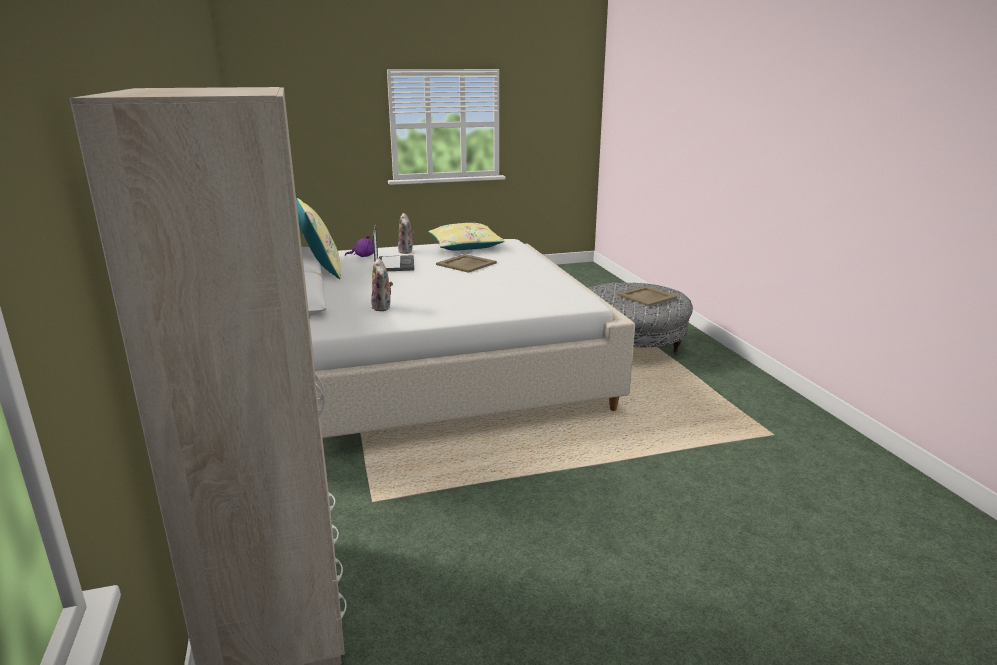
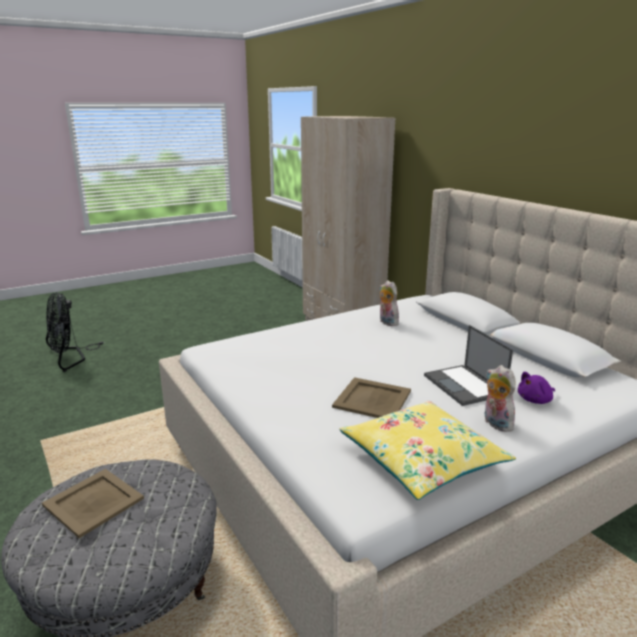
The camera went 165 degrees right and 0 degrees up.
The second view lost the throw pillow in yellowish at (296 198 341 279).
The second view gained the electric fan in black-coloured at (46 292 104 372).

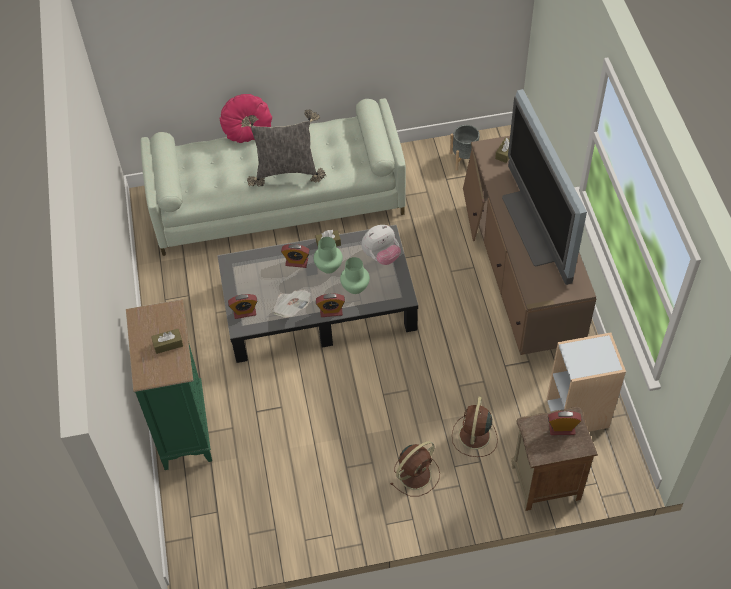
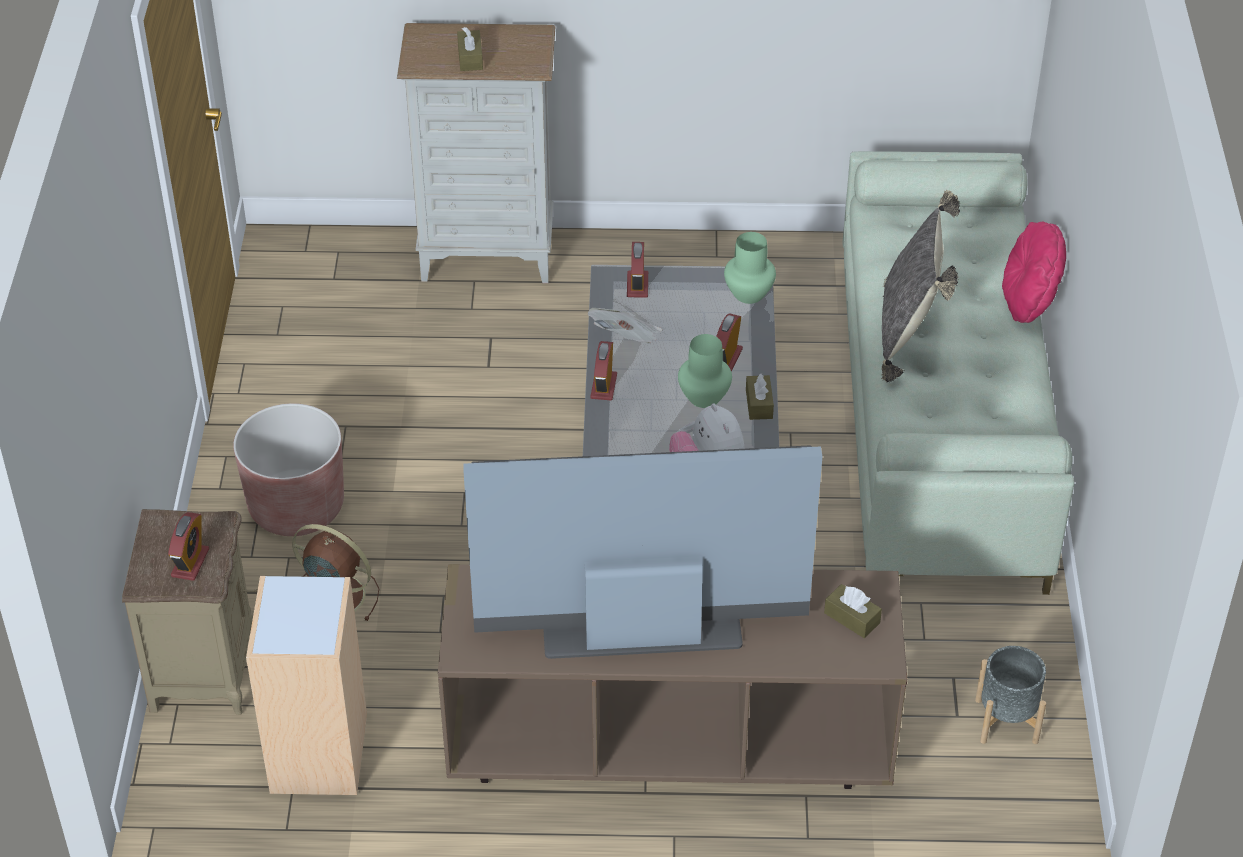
The camera went 100 degrees right and 10 degrees down.
The flower vase in green ended up elsewhere, having gone from (340 257 370 294) to (724 232 776 304).
What was the dresser in green at (126 299 212 470) turned into the dresser in white-coloured at (397 23 556 283).
Where the electric fan in brown-coloured stood at (390 441 440 496), the planter in brown-coloured came to stand at (233 403 344 536).

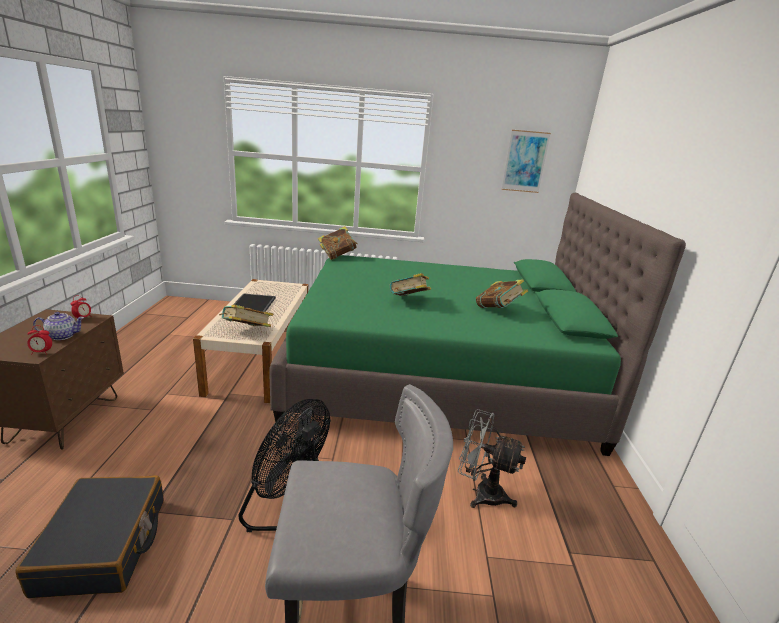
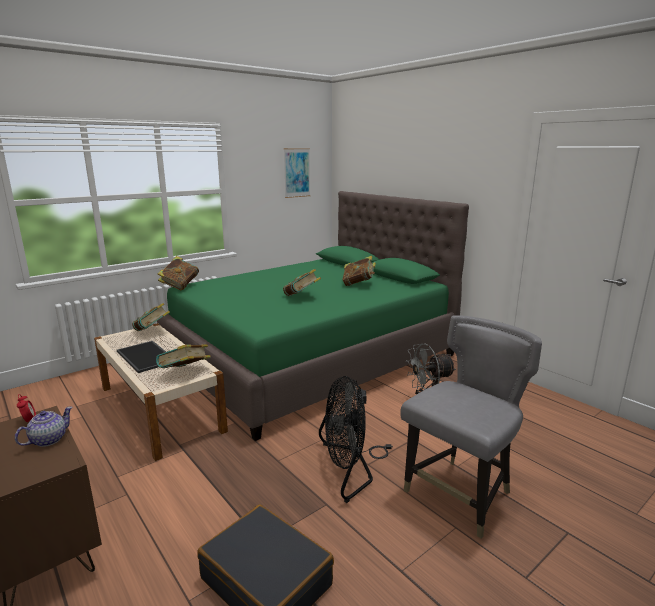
The camera went 40 degrees left and 5 degrees down.
The second view lost the alarm clock at (27 325 52 355).
The second view gained the volume at (132 303 170 331).

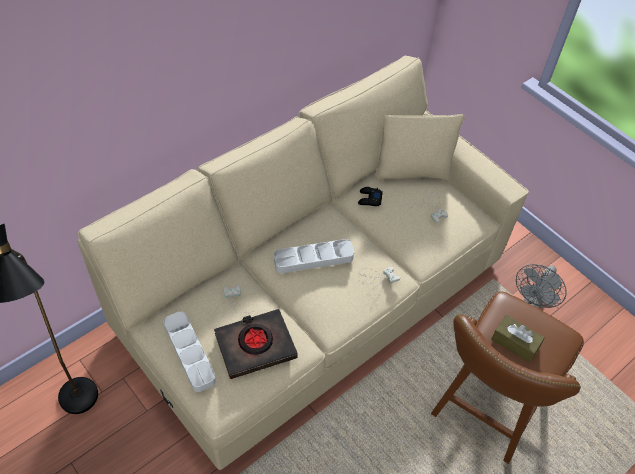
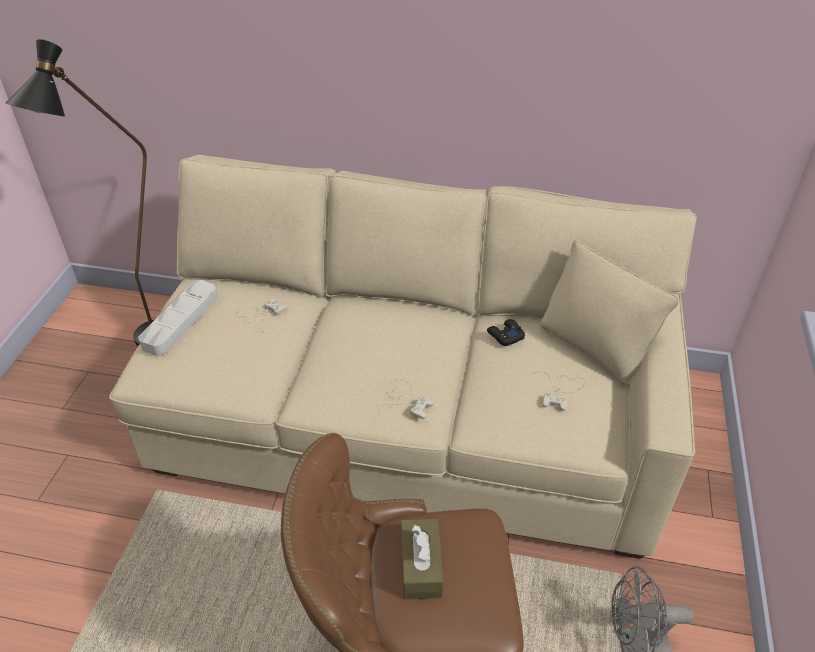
The camera went 55 degrees right and 10 degrees down.
The second view lost the carrying tray in gray at (274 239 354 273).
The second view lost the volume in black-coloured at (214 309 298 379).

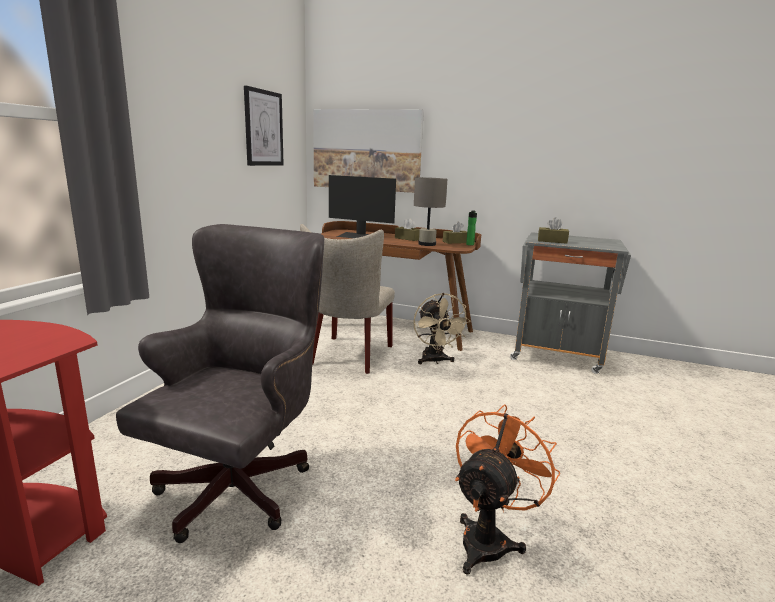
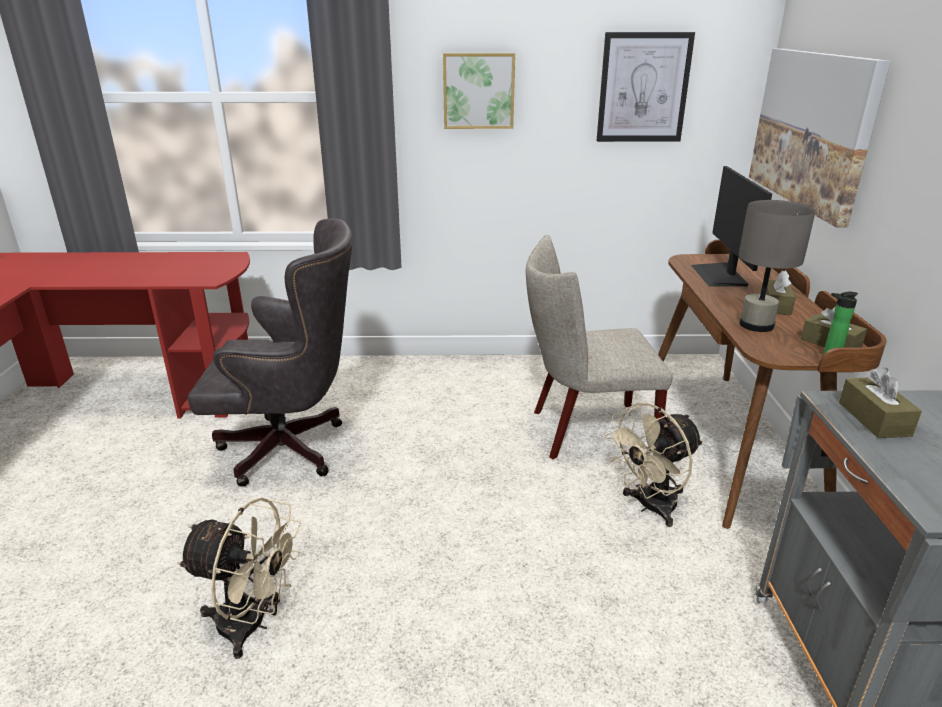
The camera went 70 degrees right and 10 degrees up.
What was the electric fan in orange at (455 404 560 575) turned into the electric fan in beige at (177 498 301 659).
The second view gained the picture at (443 53 515 129).

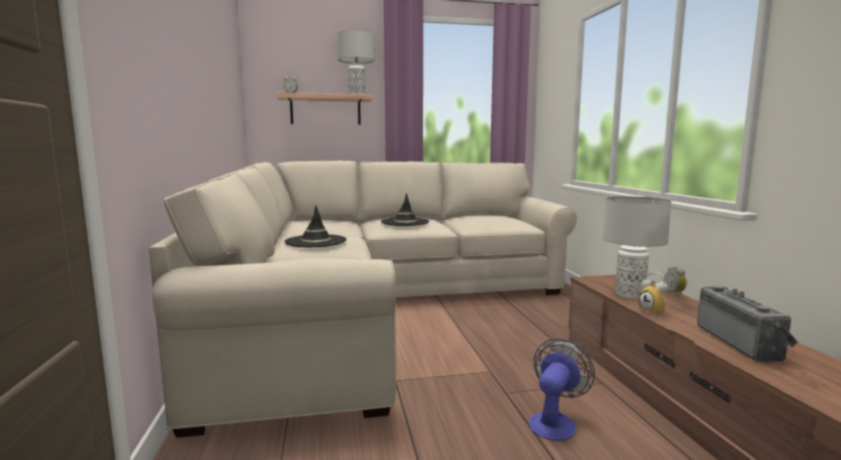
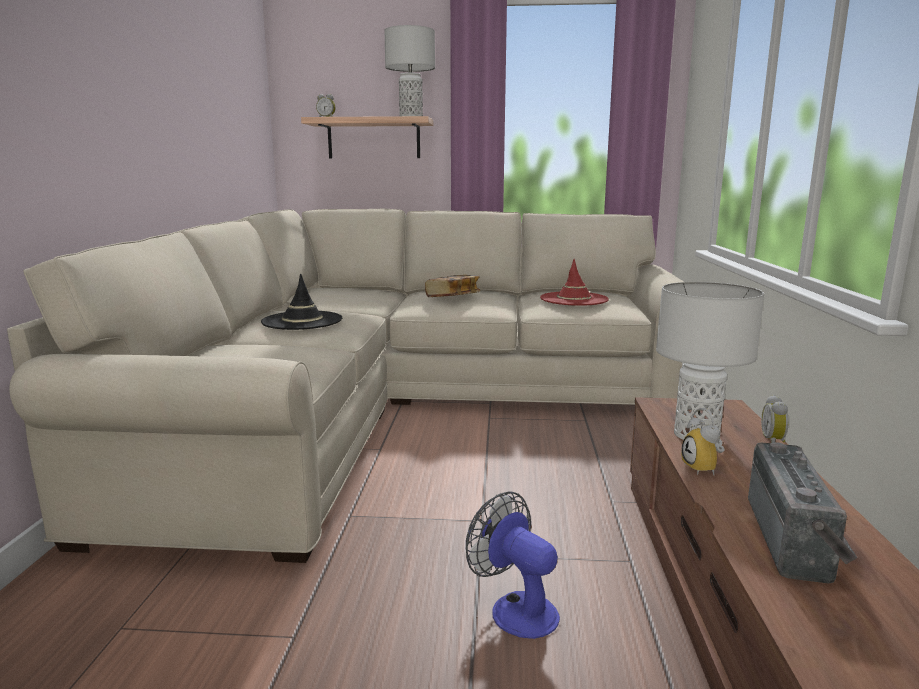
The camera went 15 degrees right and 5 degrees up.
Where the clothing hat in black-coloured stood at (381 193 429 226), the volume came to stand at (425 275 480 297).
The electric fan at (529 339 595 441) ended up facing another way, 90 degrees counterclockwise from before.
The second view gained the clothing hat in reddish at (540 259 609 306).

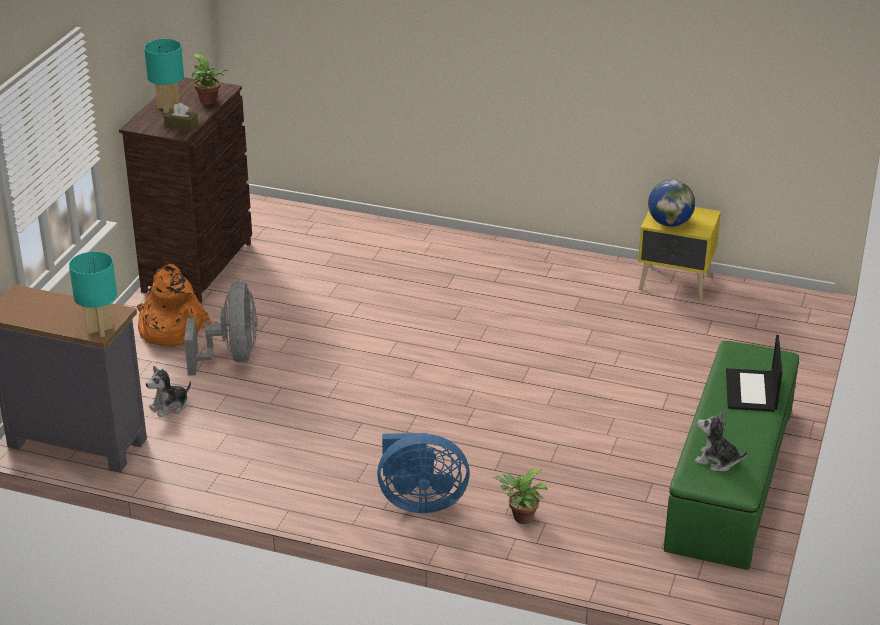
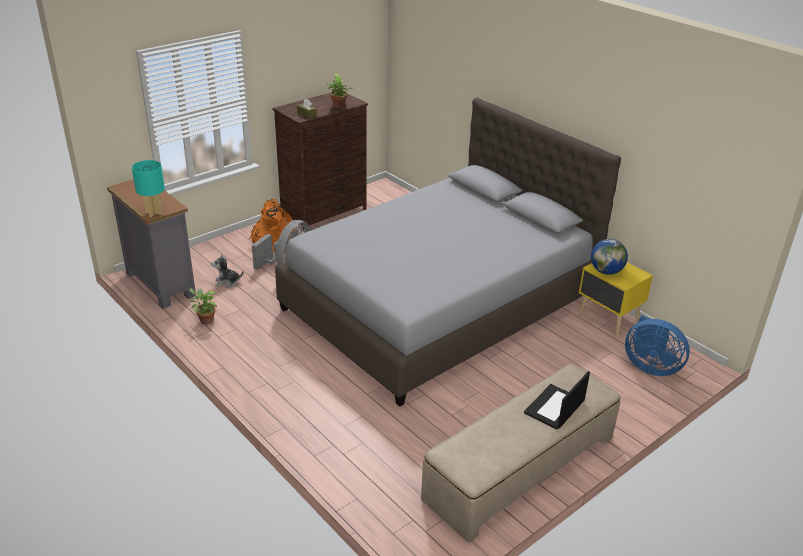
The camera went 30 degrees right and 0 degrees up.
The second view lost the table lamp in turquoise at (144 39 184 113).
What was the long seat in green at (664 341 799 570) turned into the long seat in beige at (421 364 620 542).
The second view lost the cuddly toy at (695 411 748 472).
The electric fan in blue-coloured ended up elsewhere, having gone from (377 433 470 513) to (625 316 690 376).
The potted plant ended up elsewhere, having gone from (493 469 548 524) to (189 288 217 325).
The second view gained the bedroom bed in gray at (275 98 621 406).

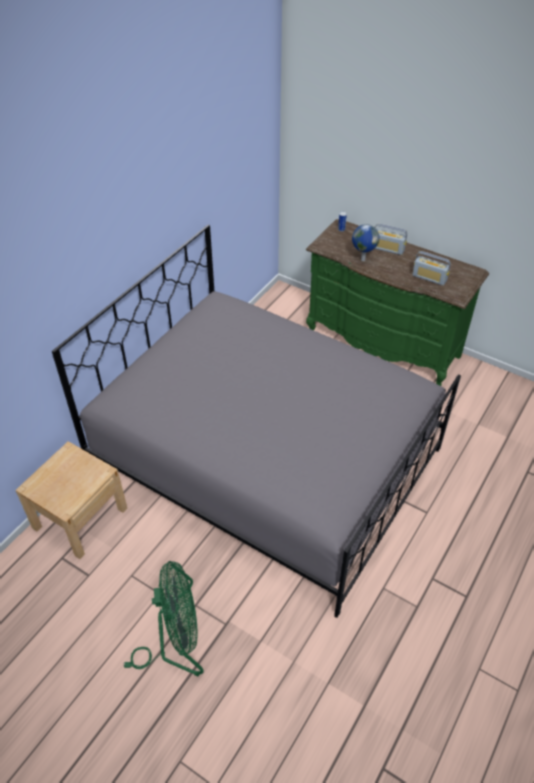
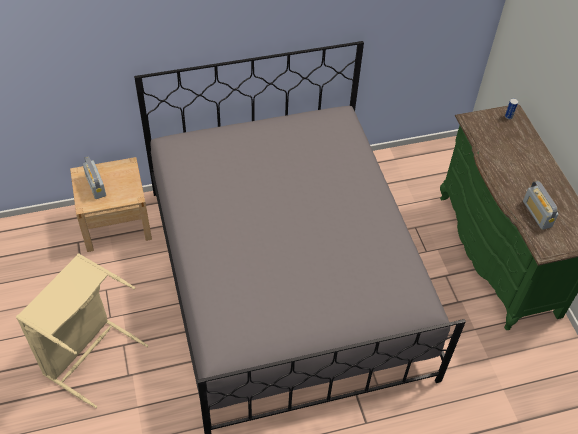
The camera went 40 degrees right and 5 degrees up.
The second view lost the globe at (352 224 380 261).
The radio ended up elsewhere, having gone from (375 224 407 255) to (83 156 106 199).
Where the electric fan in green stood at (122 561 204 676), the washing basket in beige came to stand at (16 253 148 408).

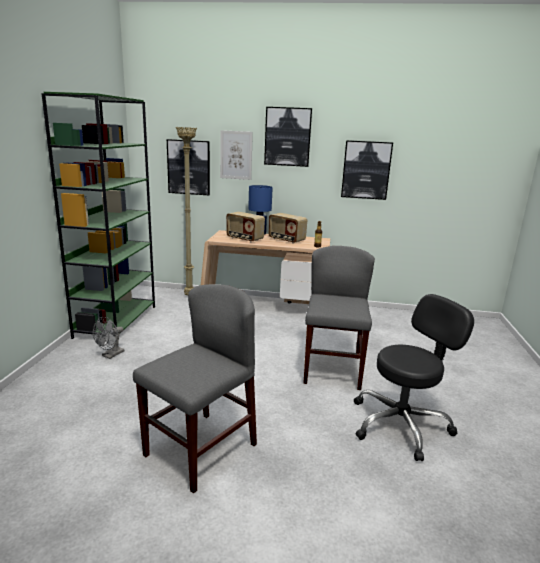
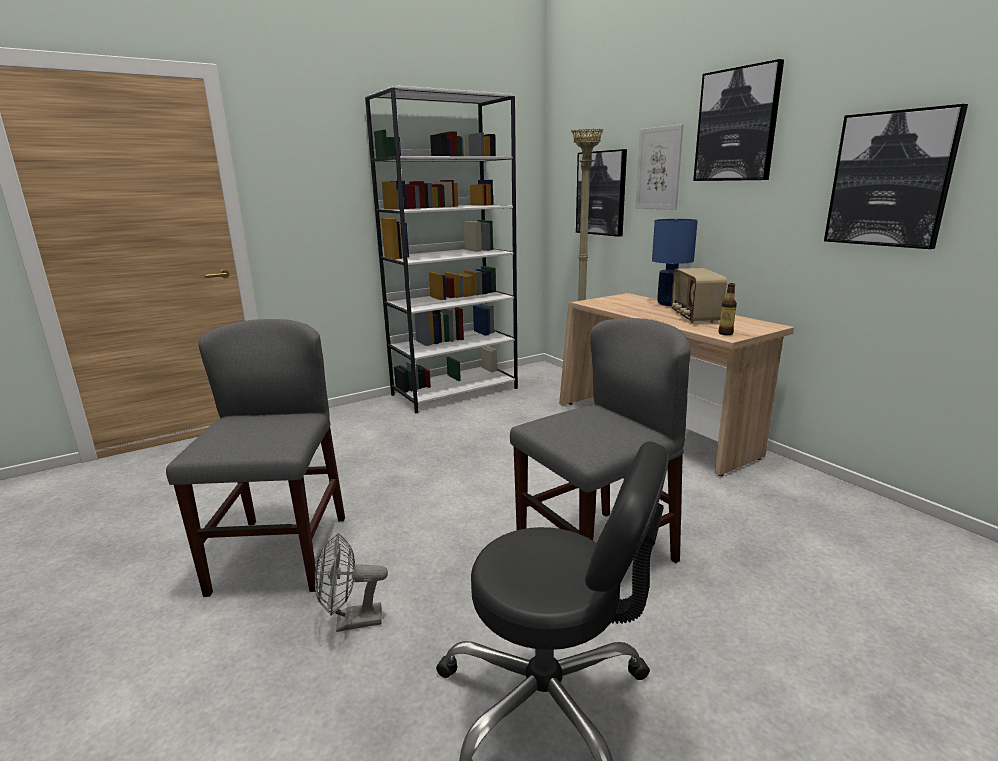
The camera went 50 degrees right and 0 degrees up.
What was the bookshelf in green at (41 92 155 339) turned into the bookshelf in white-coloured at (365 85 518 413).
The second view lost the radio at (226 212 265 242).
The chair in gray at (133 284 257 493) ended up facing another way, 90 degrees counterclockwise from before.
The electric fan in gray ended up elsewhere, having gone from (93 317 124 359) to (315 533 388 632).

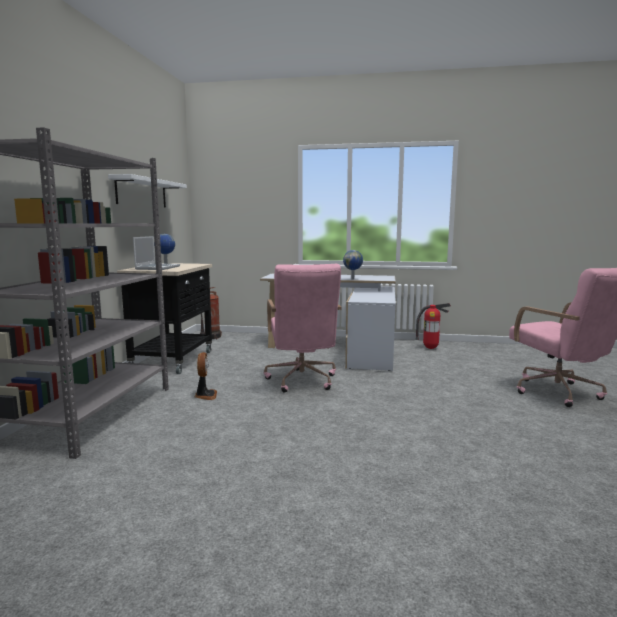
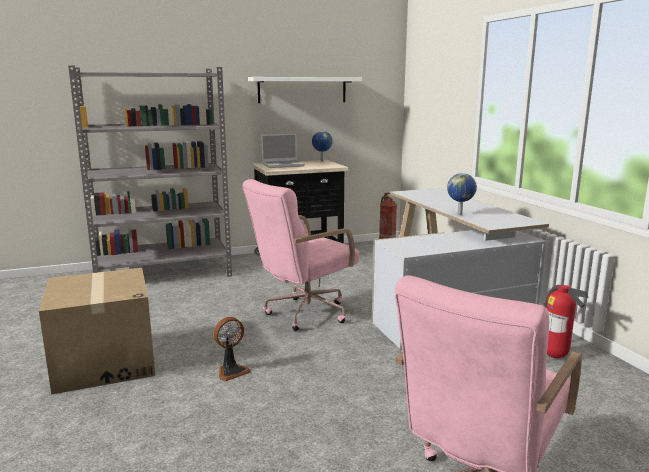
The camera went 60 degrees right and 5 degrees up.
The electric fan ended up elsewhere, having gone from (195 352 217 400) to (213 317 251 381).
The second view gained the cardboard box at (39 268 155 395).

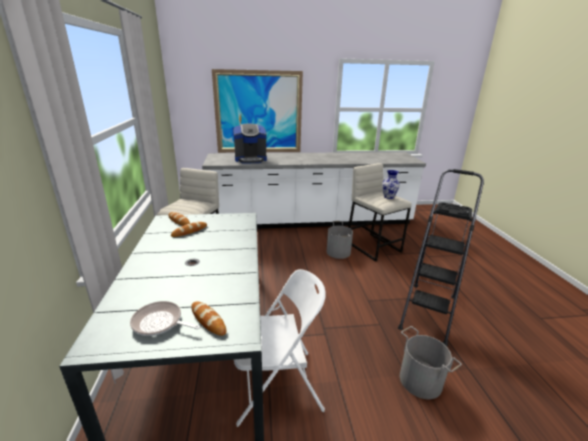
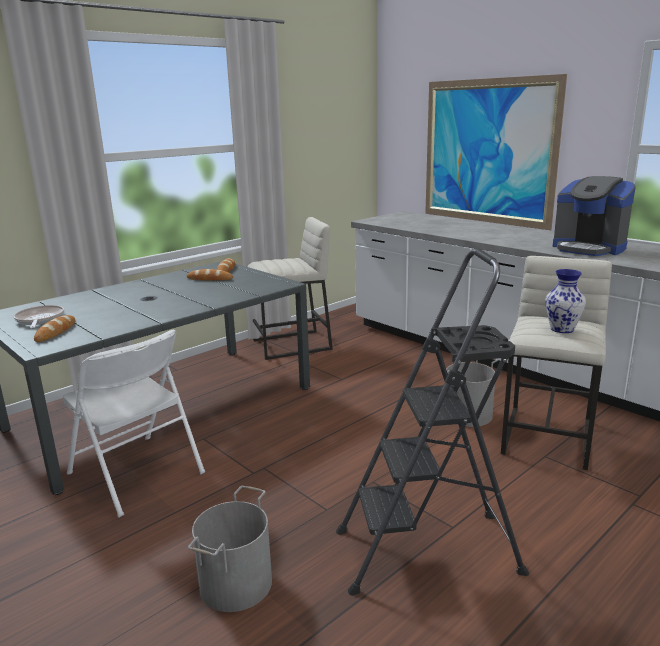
The camera went 55 degrees right and 5 degrees down.
The coffee maker ended up elsewhere, having gone from (233 124 267 164) to (553 176 636 256).

